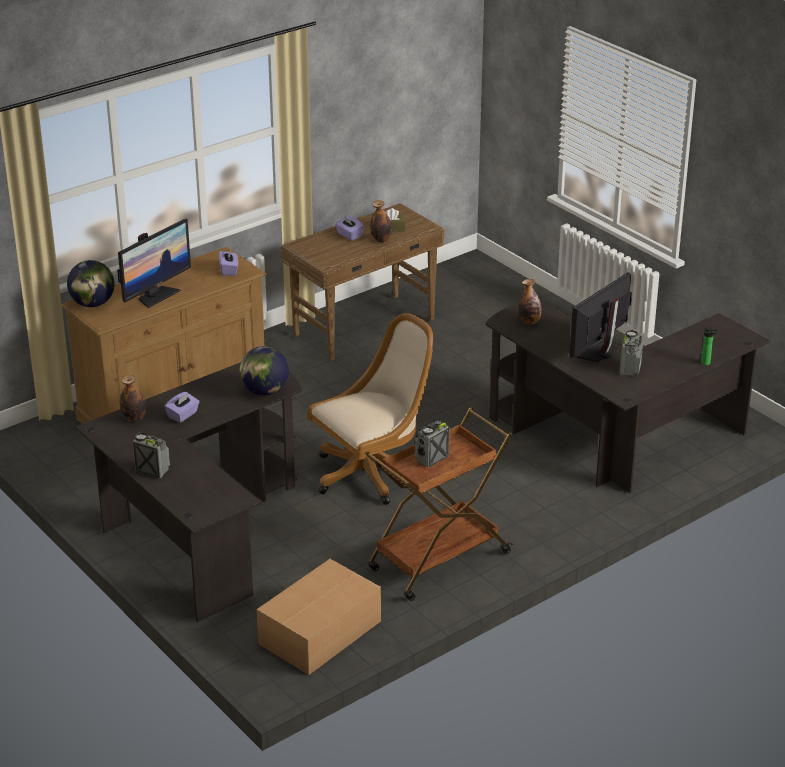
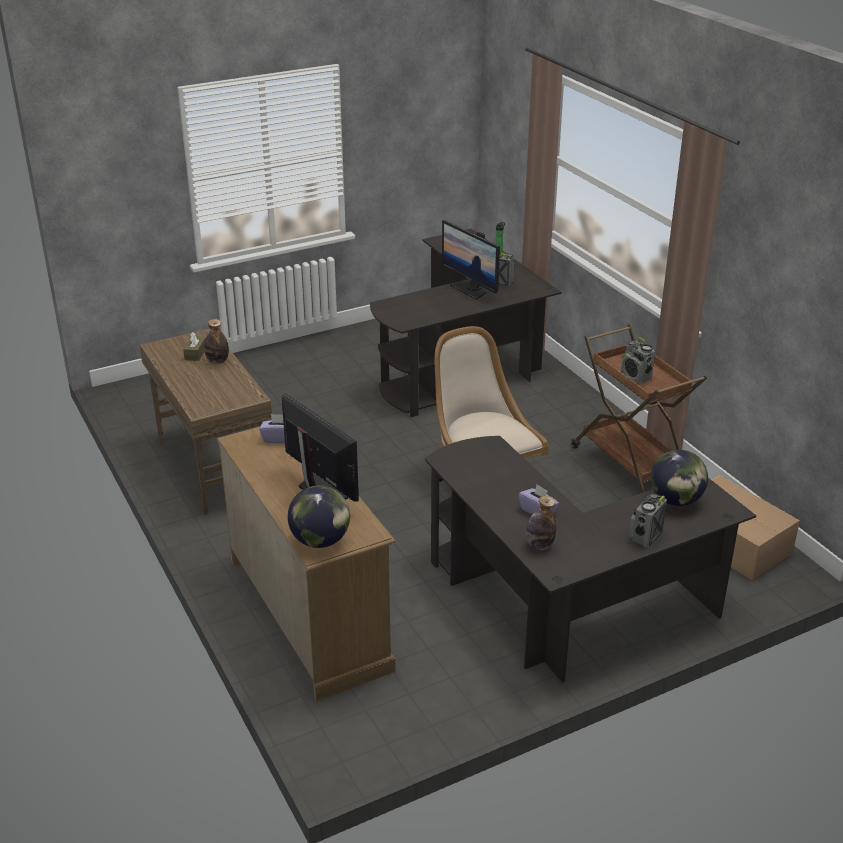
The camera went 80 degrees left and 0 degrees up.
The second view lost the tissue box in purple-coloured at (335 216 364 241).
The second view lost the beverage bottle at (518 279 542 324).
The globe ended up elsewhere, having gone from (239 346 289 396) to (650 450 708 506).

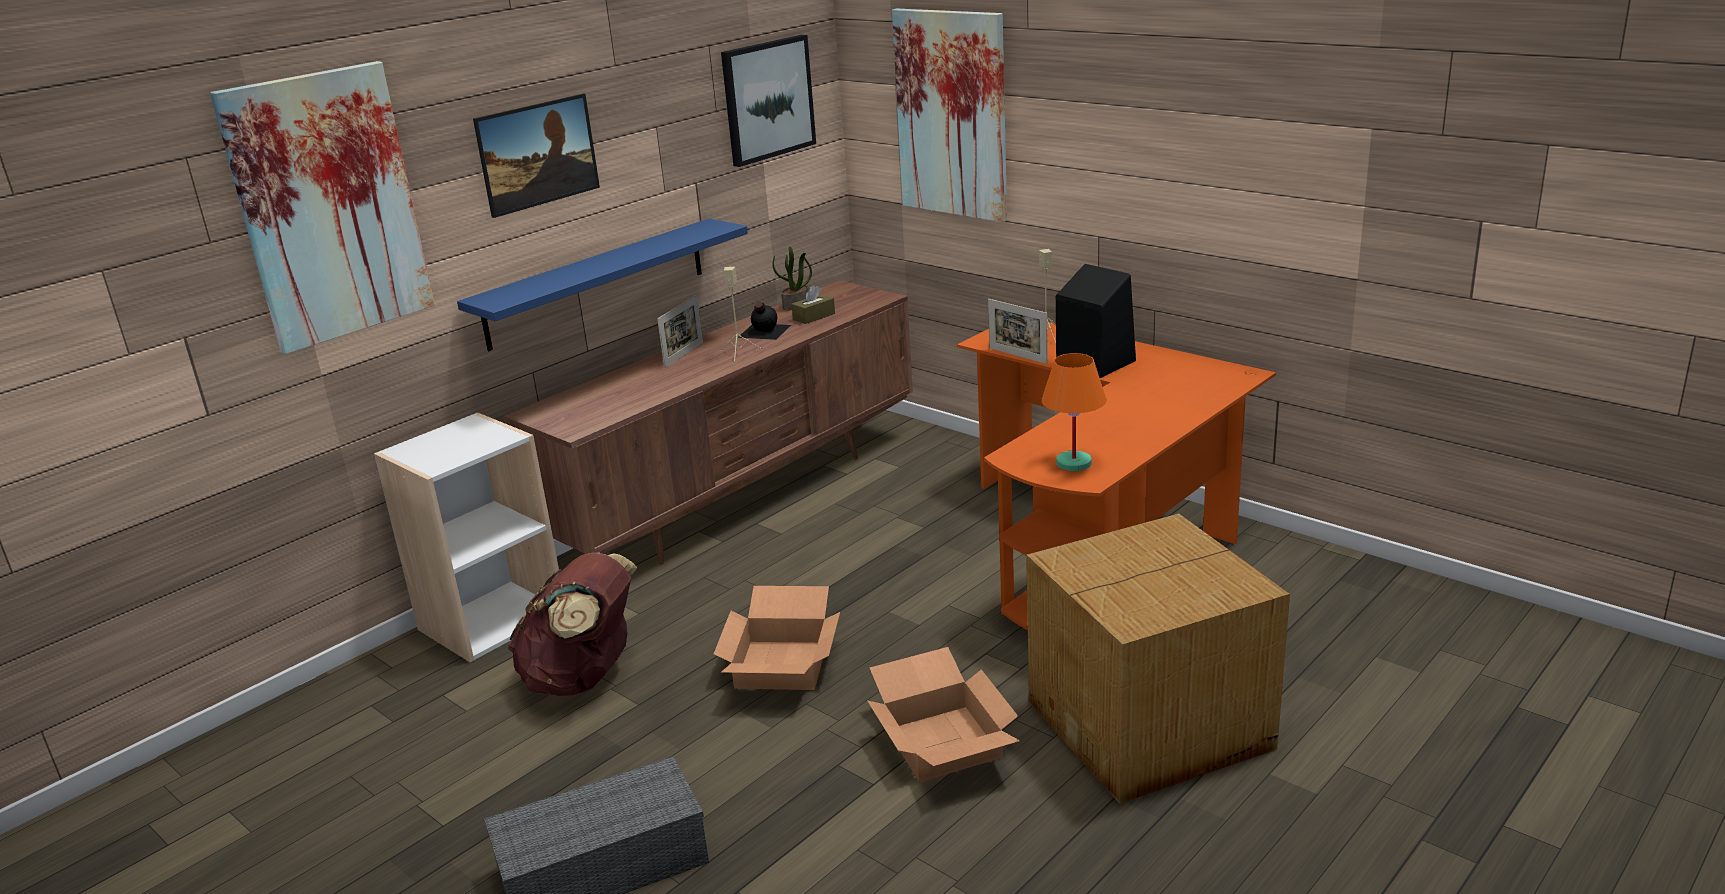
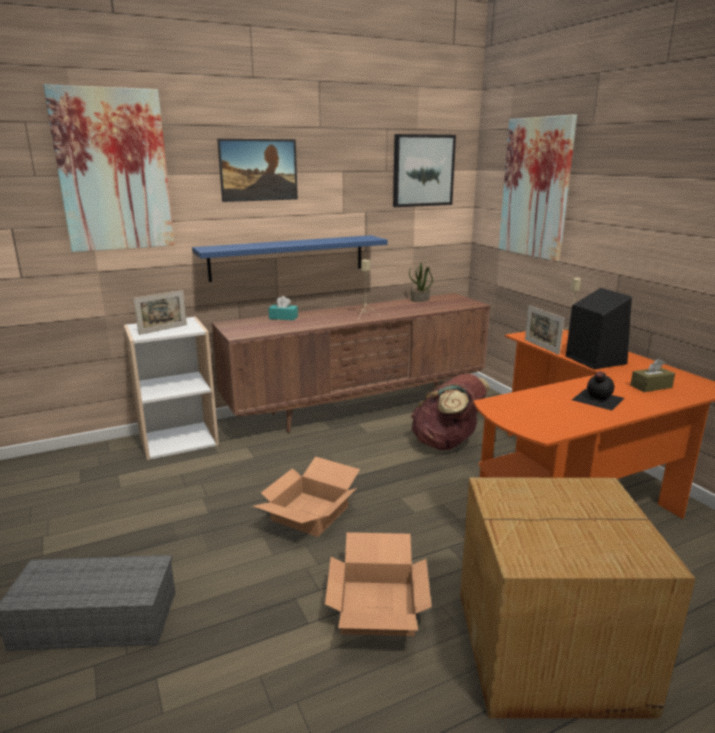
The camera went 20 degrees right and 5 degrees down.
The tissue box in brown-coloured ended up elsewhere, having gone from (791 285 835 324) to (630 358 675 392).
The photo frame ended up elsewhere, having gone from (657 295 703 368) to (134 290 187 335).
The beverage bottle in black-coloured ended up elsewhere, having gone from (738 302 791 340) to (572 371 625 411).
The second view lost the table lamp in orange at (1041 353 1107 471).
The knapsack in brown-coloured ended up elsewhere, having gone from (508 552 637 696) to (411 374 490 450).
The second view gained the tissue box in turquoise at (268 296 298 320).

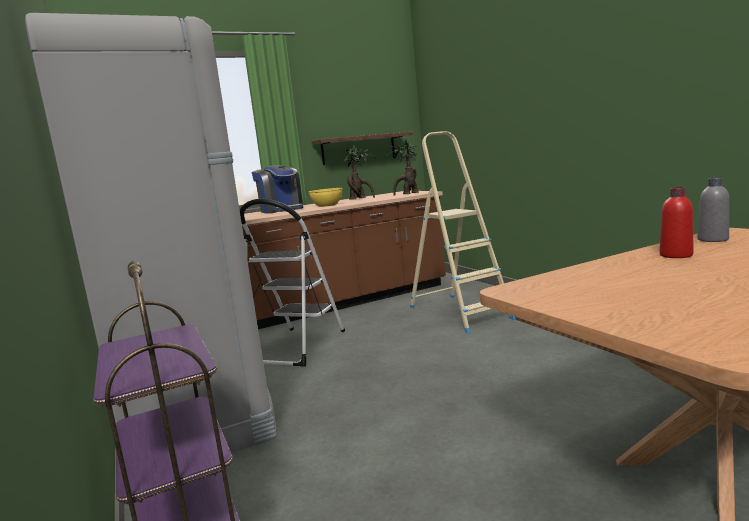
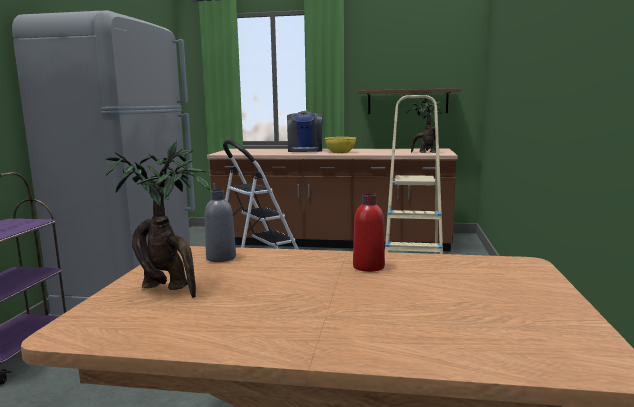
The camera went 35 degrees right and 0 degrees up.
The potted plant ended up elsewhere, having gone from (343 145 376 200) to (105 141 210 298).
The beverage bottle in gray ended up elsewhere, having gone from (697 177 729 242) to (205 189 236 262).

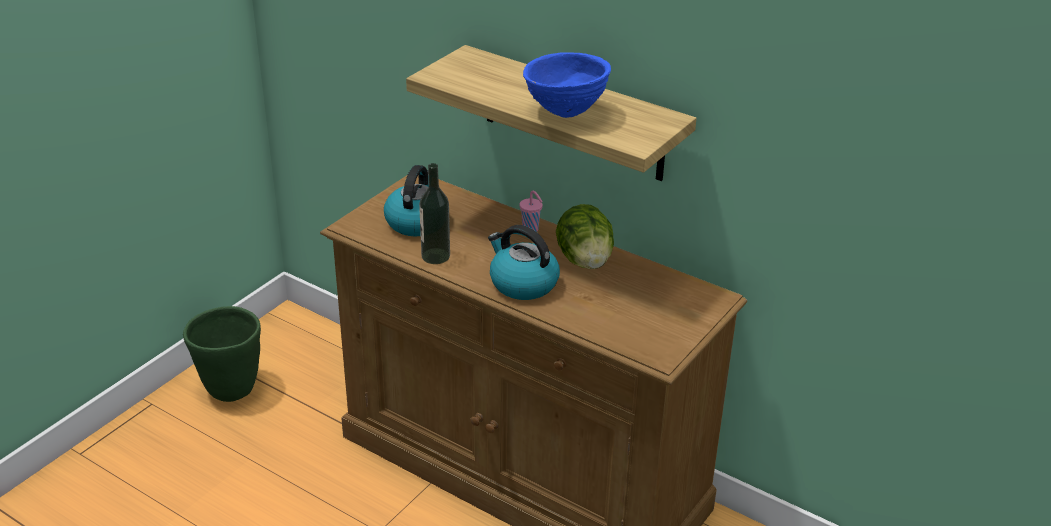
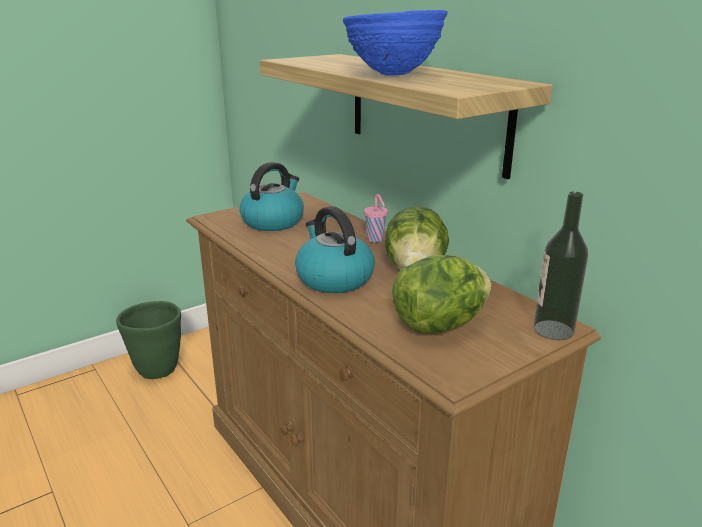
The camera went 20 degrees right and 10 degrees down.
The beverage bottle ended up elsewhere, having gone from (419 163 450 264) to (534 191 588 340).
The second view gained the lettuce at (392 255 491 334).

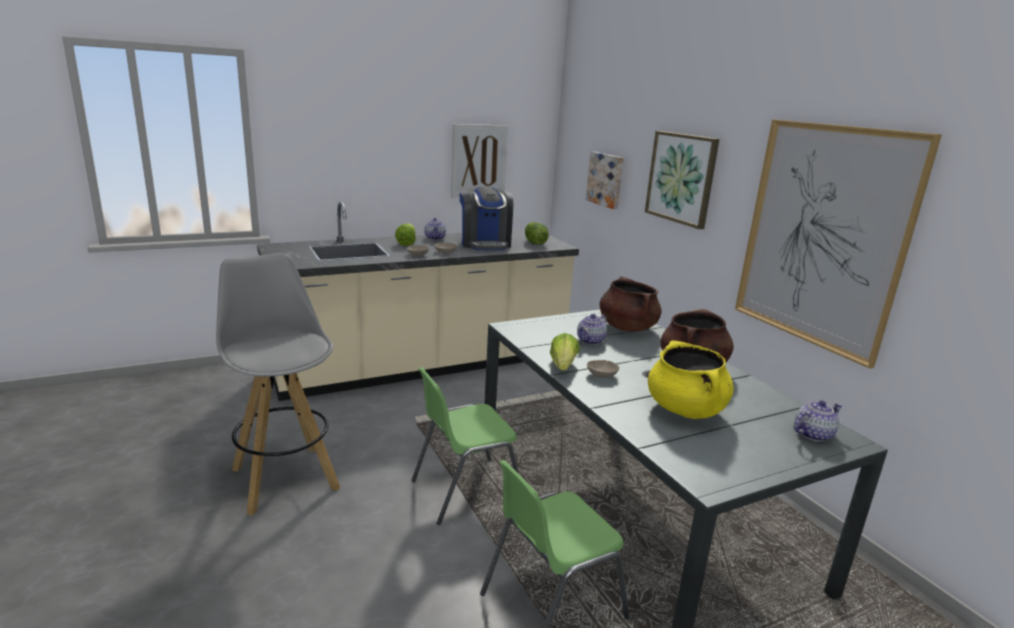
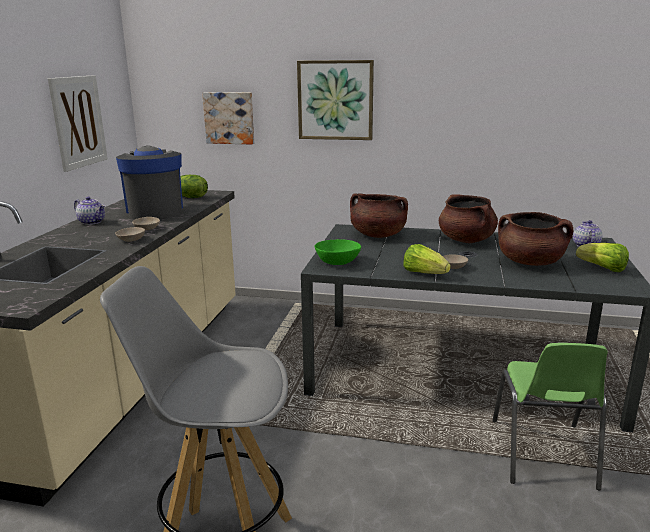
The camera went 50 degrees left and 0 degrees up.
The second view lost the picture at (735 119 942 369).
The coffee maker at (459 187 513 251) ended up facing another way, 135 degrees counterclockwise from before.
The lettuce ended up elsewhere, having gone from (395 224 416 246) to (576 243 629 272).
The second view lost the pot for tea at (577 314 607 345).
What was the stockpot in yellowish at (648 340 734 419) turned into the stockpot in brown-coloured at (498 212 573 266).
The second view lost the chair in green at (411 367 519 525).
The second view gained the serving bowl in green at (315 239 361 265).

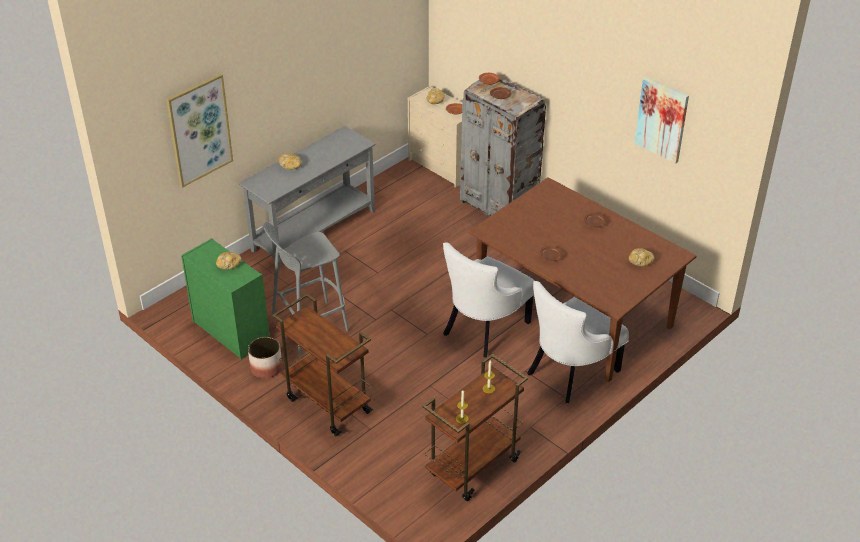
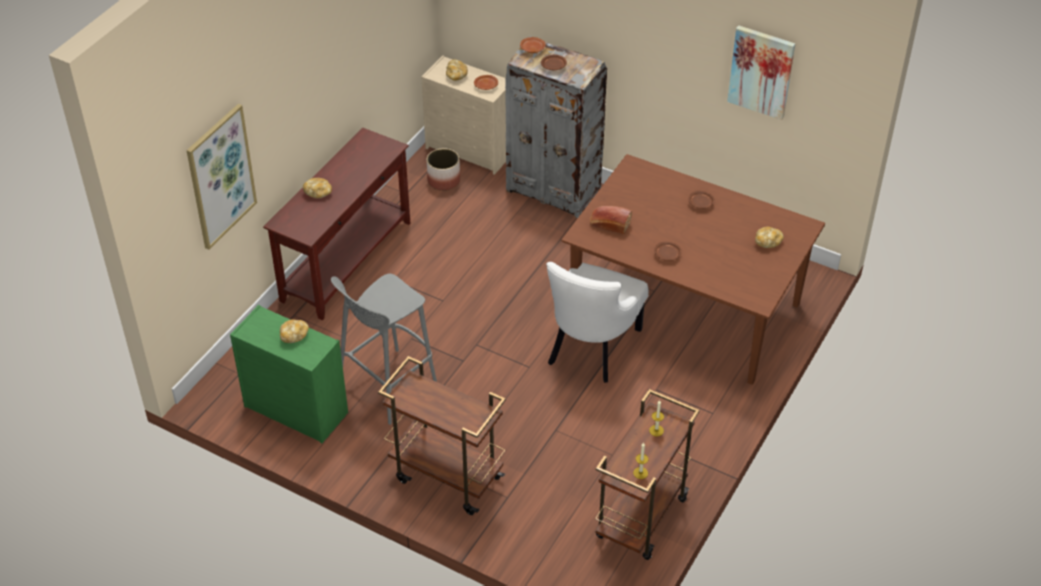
The camera went 15 degrees left and 5 degrees up.
What was the hall table in gray at (239 126 376 270) turned into the hall table in brown-coloured at (263 128 411 320).
The second view lost the chair in white-coloured at (527 281 629 403).
The planter ended up elsewhere, having gone from (248 337 282 378) to (427 148 460 191).
The second view gained the bakery bread at (590 206 632 234).

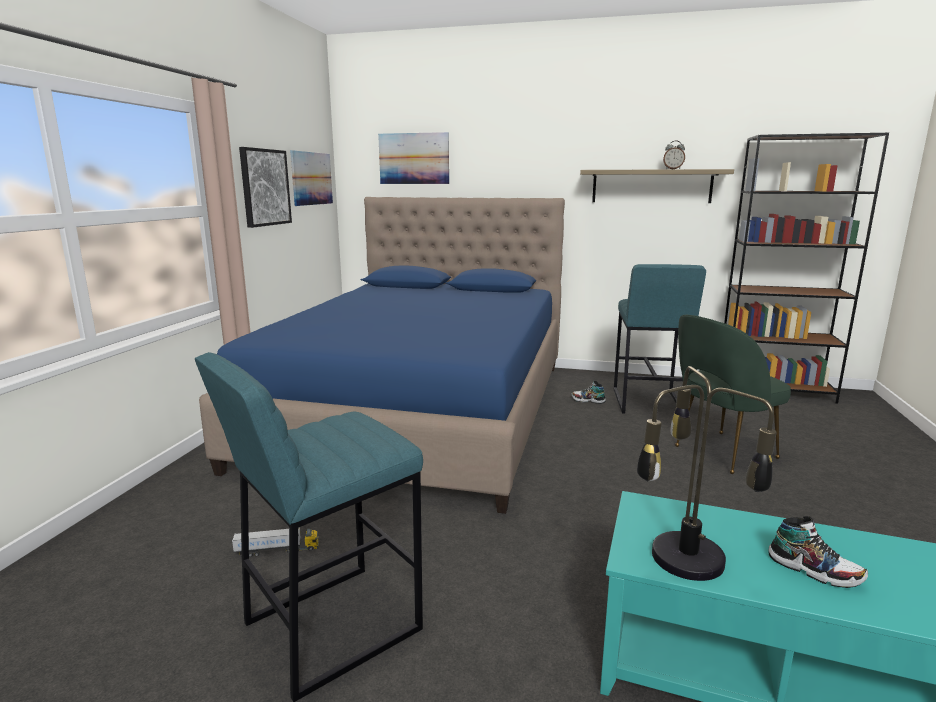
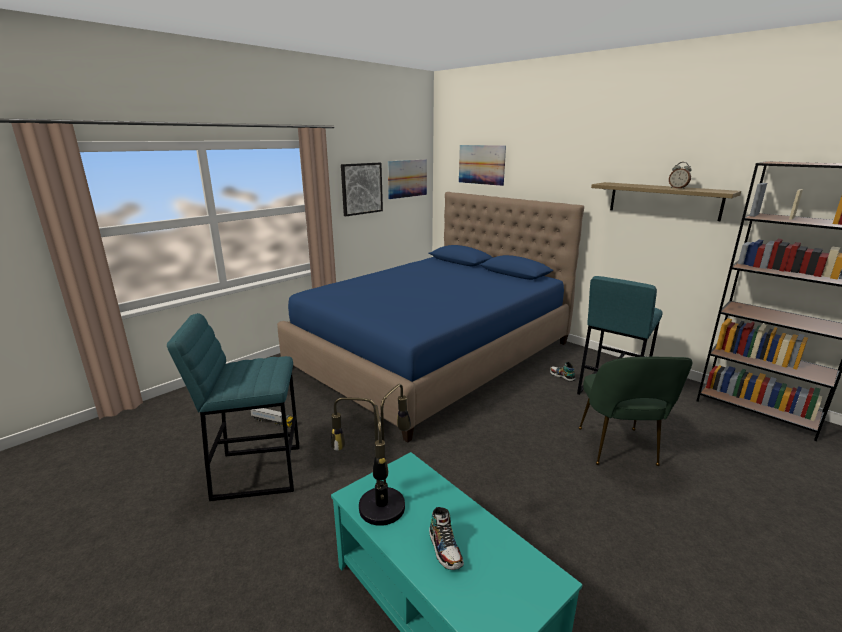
The camera went 30 degrees right and 5 degrees up.
The chair in green at (675 315 791 474) ended up facing another way, 90 degrees counterclockwise from before.

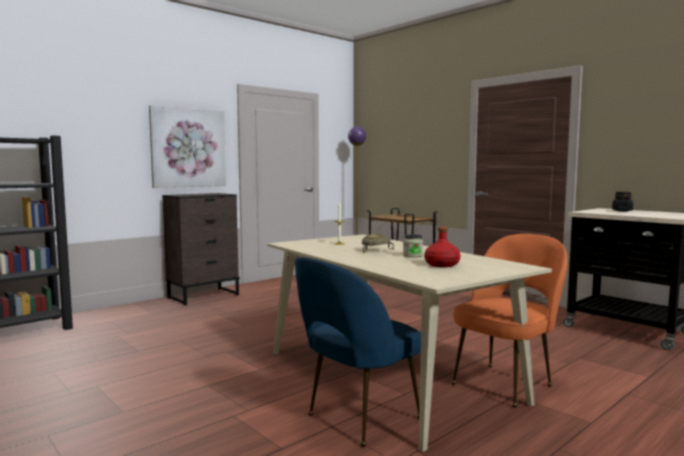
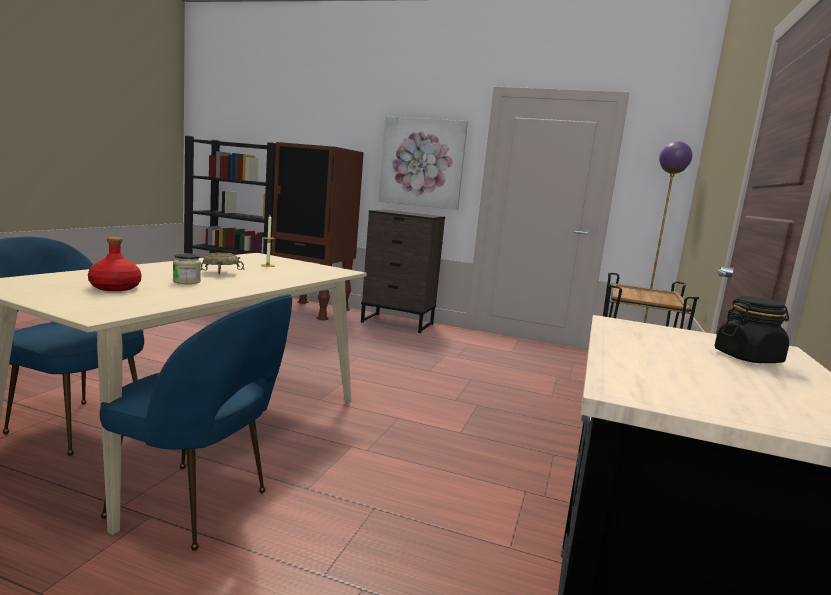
The camera went 60 degrees right and 5 degrees up.
What was the chair in orange at (452 234 568 408) turned into the chair in blue-coloured at (100 294 292 551).
The second view gained the cupboard in brown-coloured at (272 142 364 320).

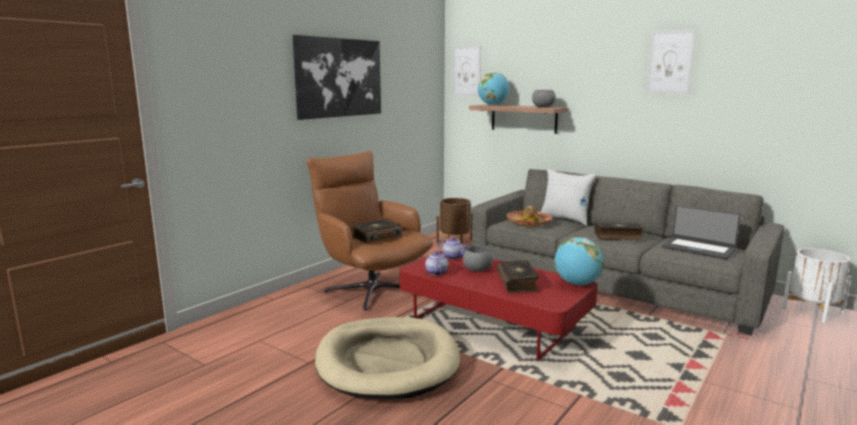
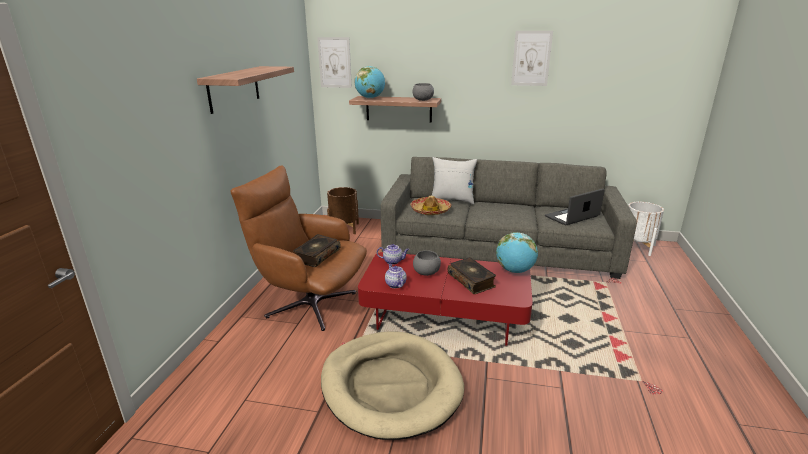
The camera went 25 degrees left and 10 degrees up.
Where the picture hung at (293 35 381 120), the shelf came to hang at (197 66 294 114).
The notebook computer at (662 205 740 259) ended up facing another way, 135 degrees clockwise from before.
The second view lost the volume at (594 222 644 240).

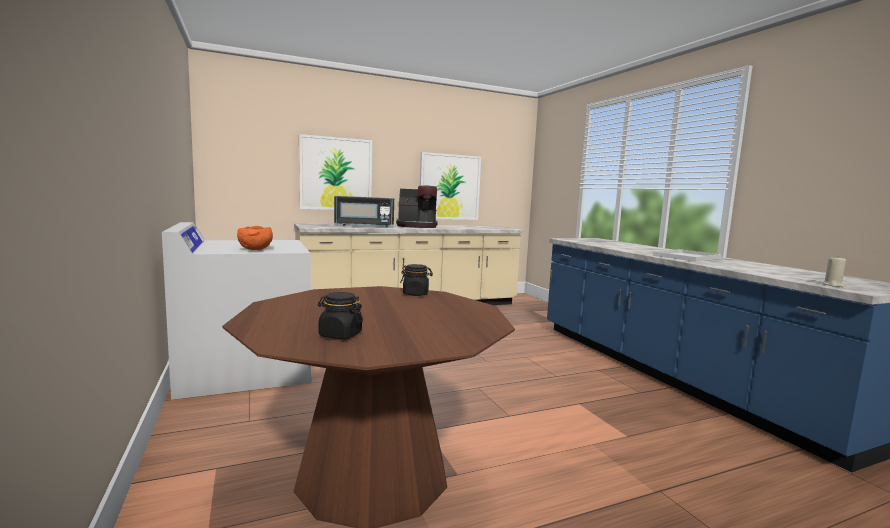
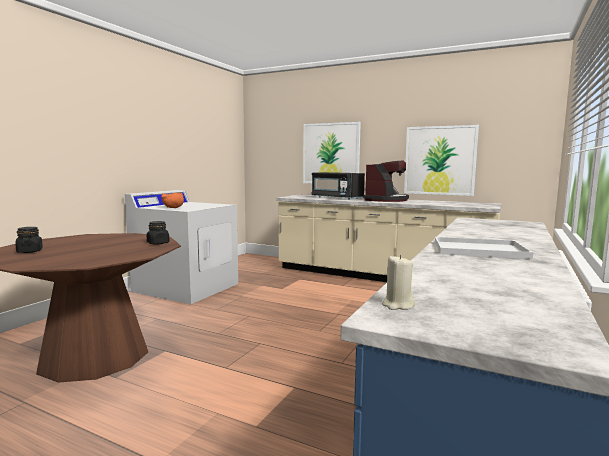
The camera went 50 degrees right and 0 degrees up.
The coffee maker at (396 186 438 228) ended up facing another way, 105 degrees counterclockwise from before.

